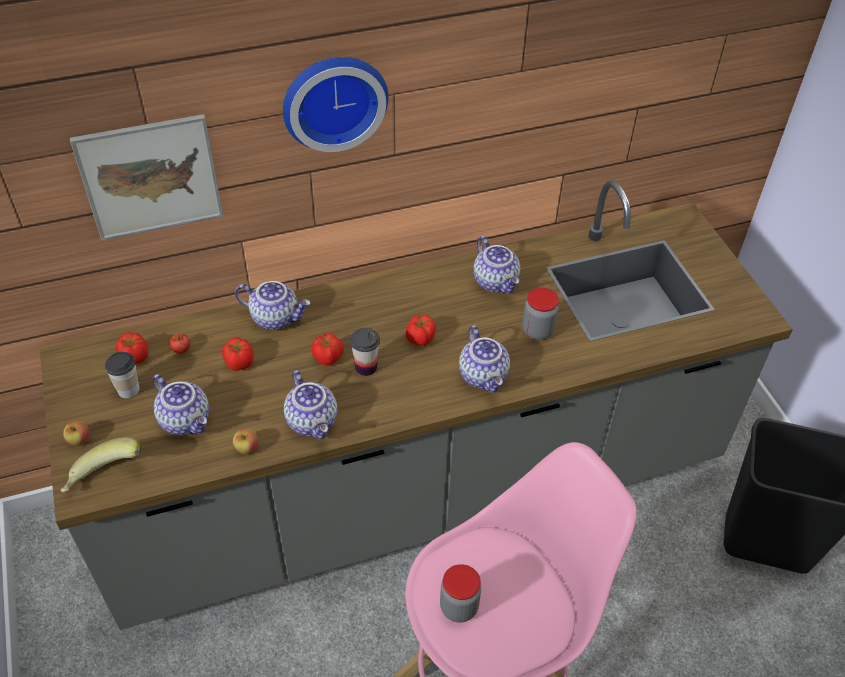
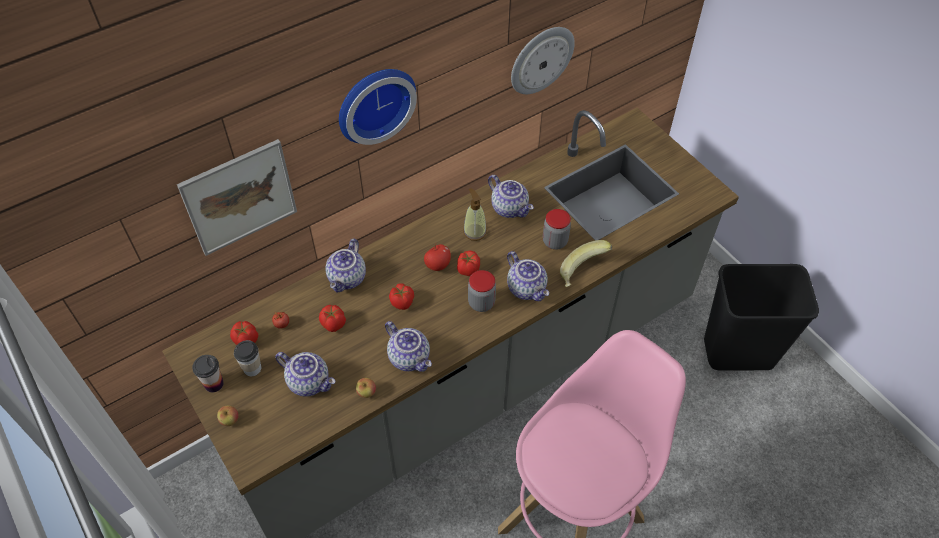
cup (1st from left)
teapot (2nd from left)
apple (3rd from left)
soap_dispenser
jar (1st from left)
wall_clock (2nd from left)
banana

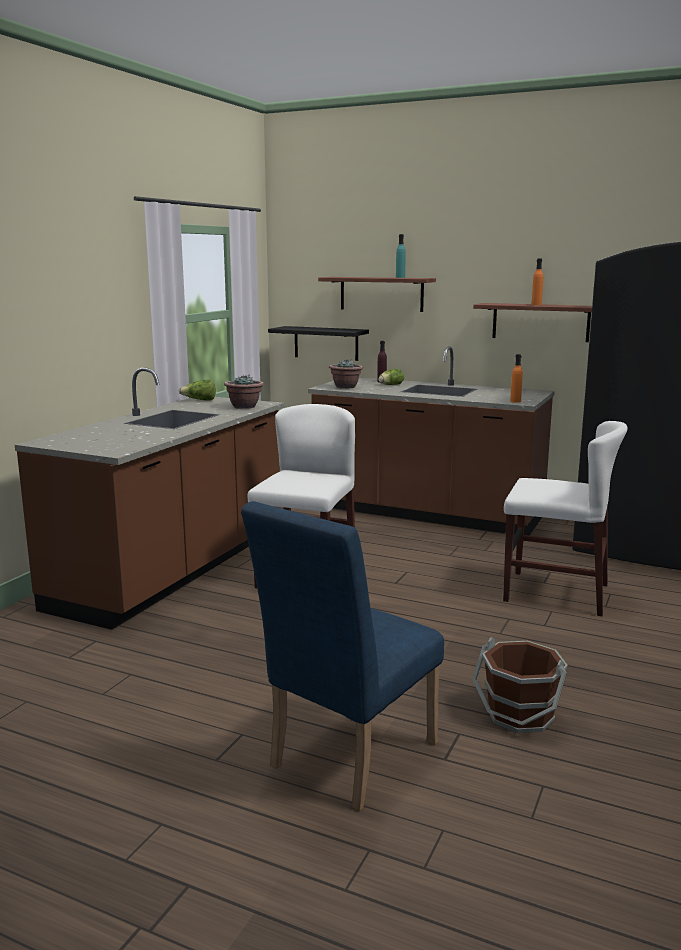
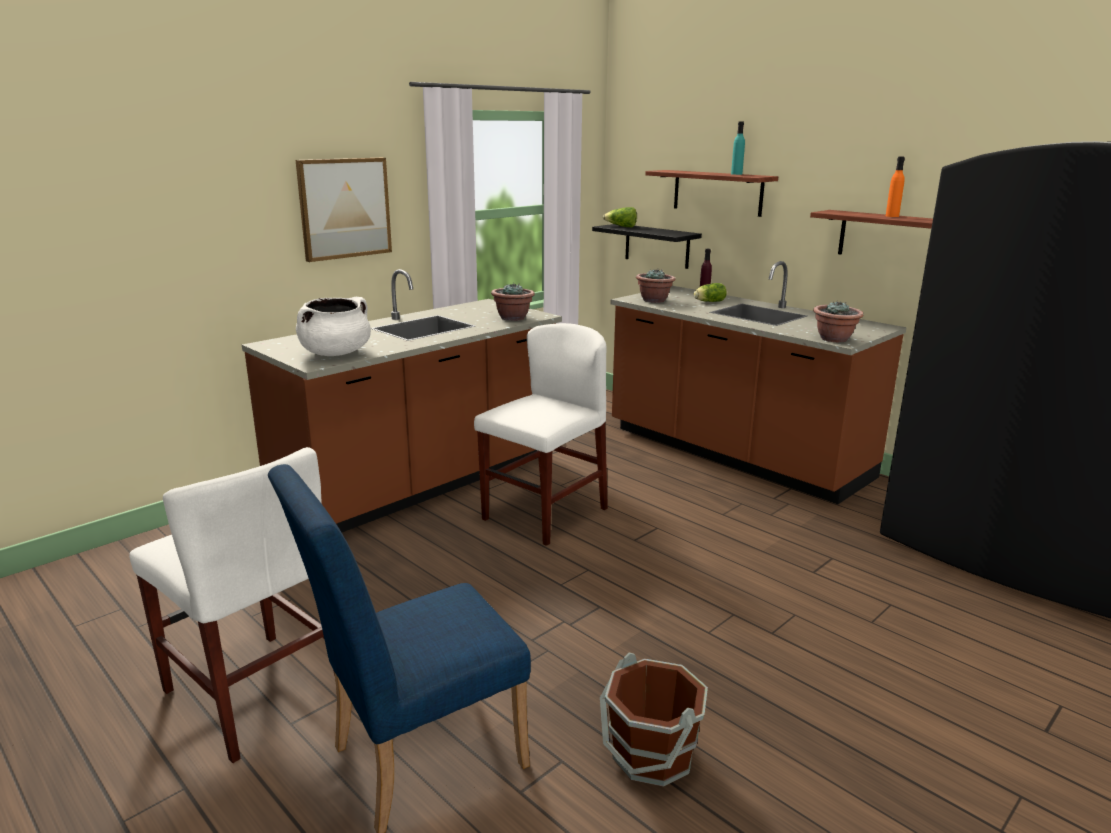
white_chair (1st from left)
picture
white_cooking_pot
lettuce (1st from left)
potted_plant (3rd from left)

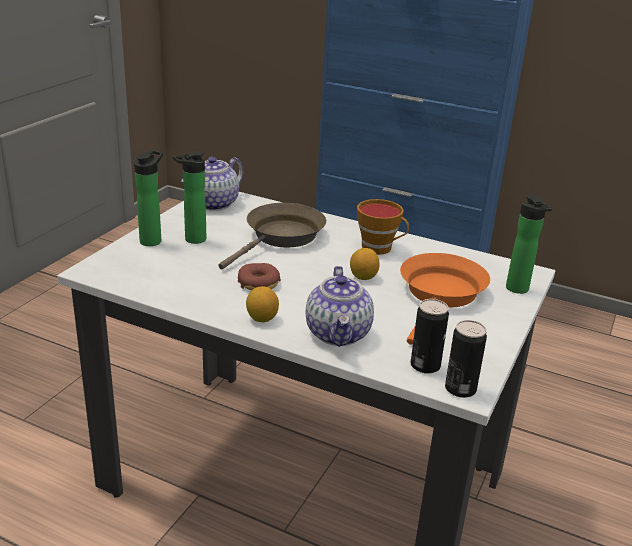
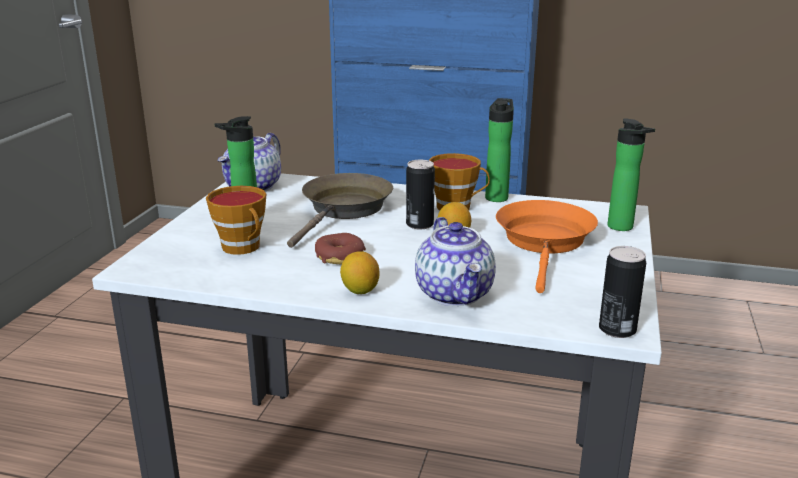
cup (1st from left)
can (1st from left)
bottle (2nd from left)

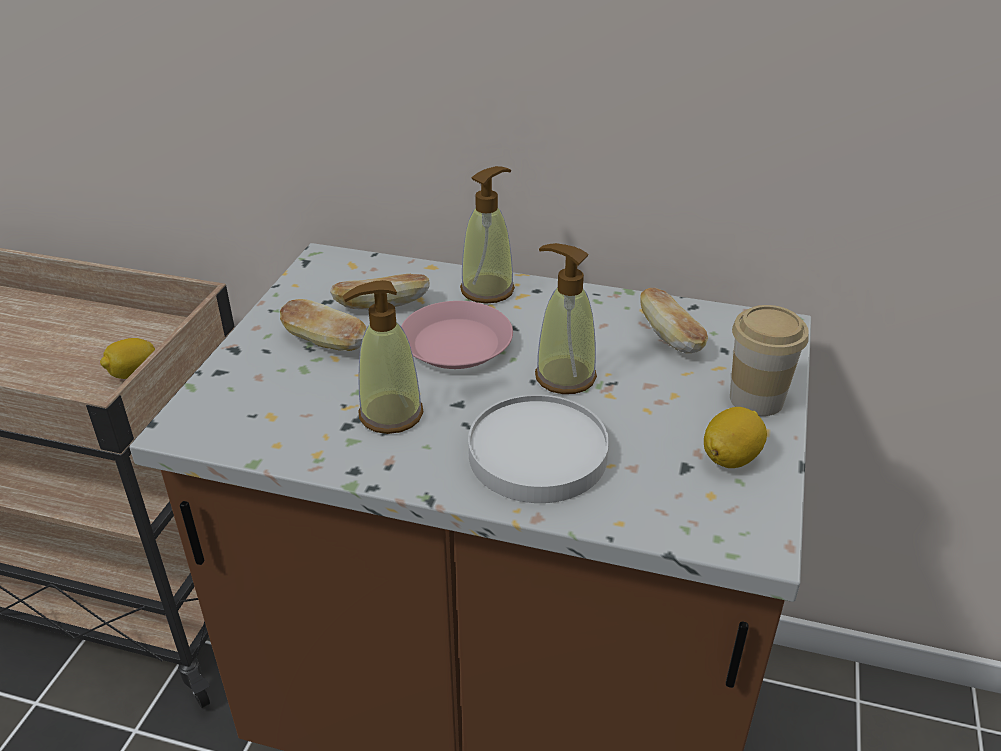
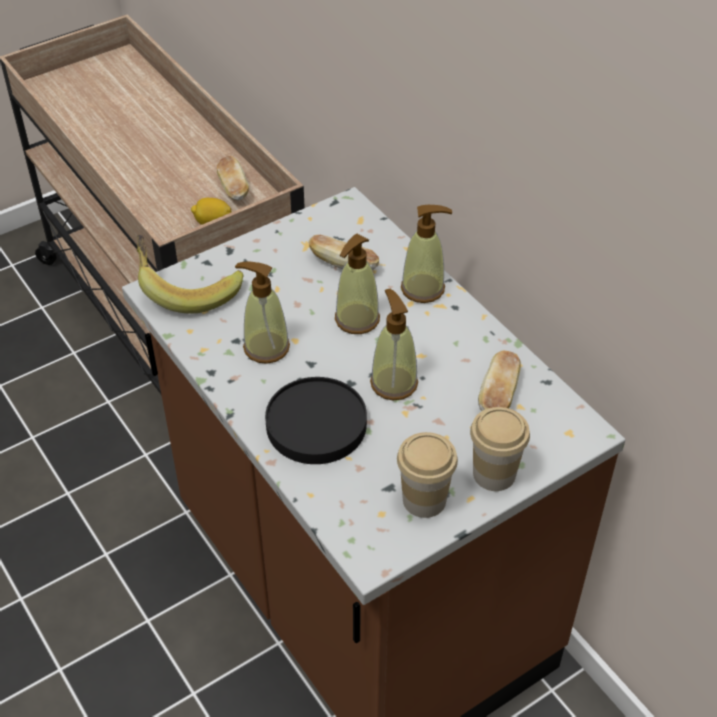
banana
bread (1st from left)
black_plate
soap_dispenser (2nd from left)
cup (1st from left)

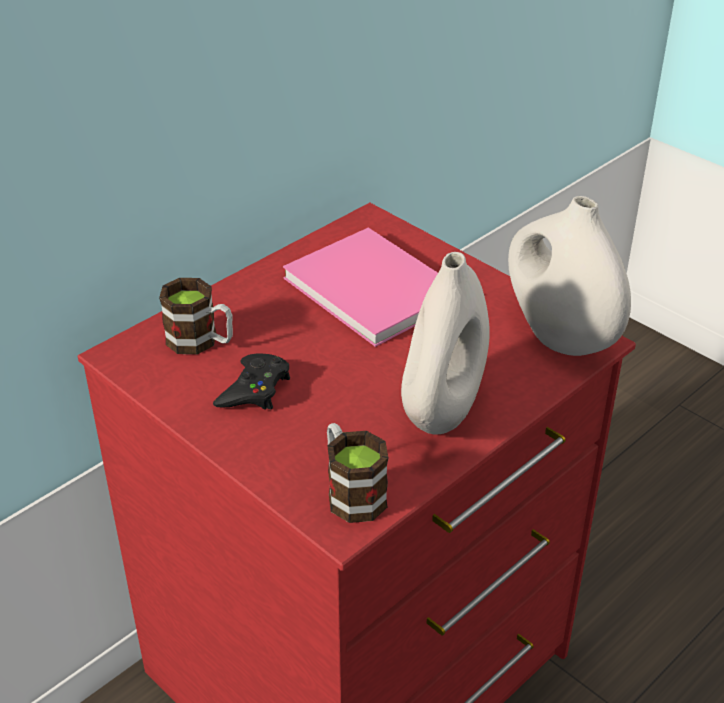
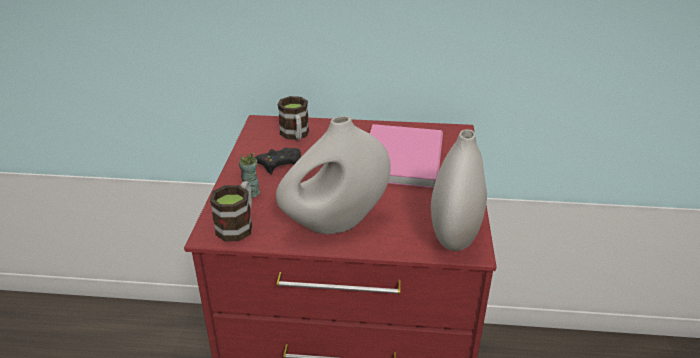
cup

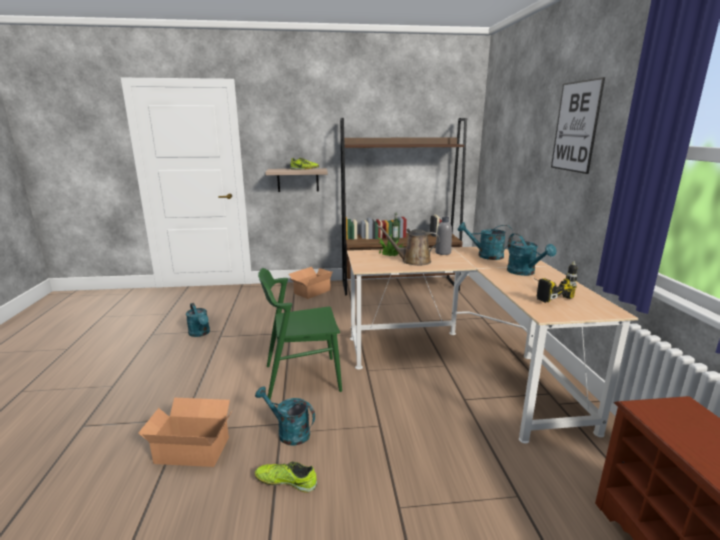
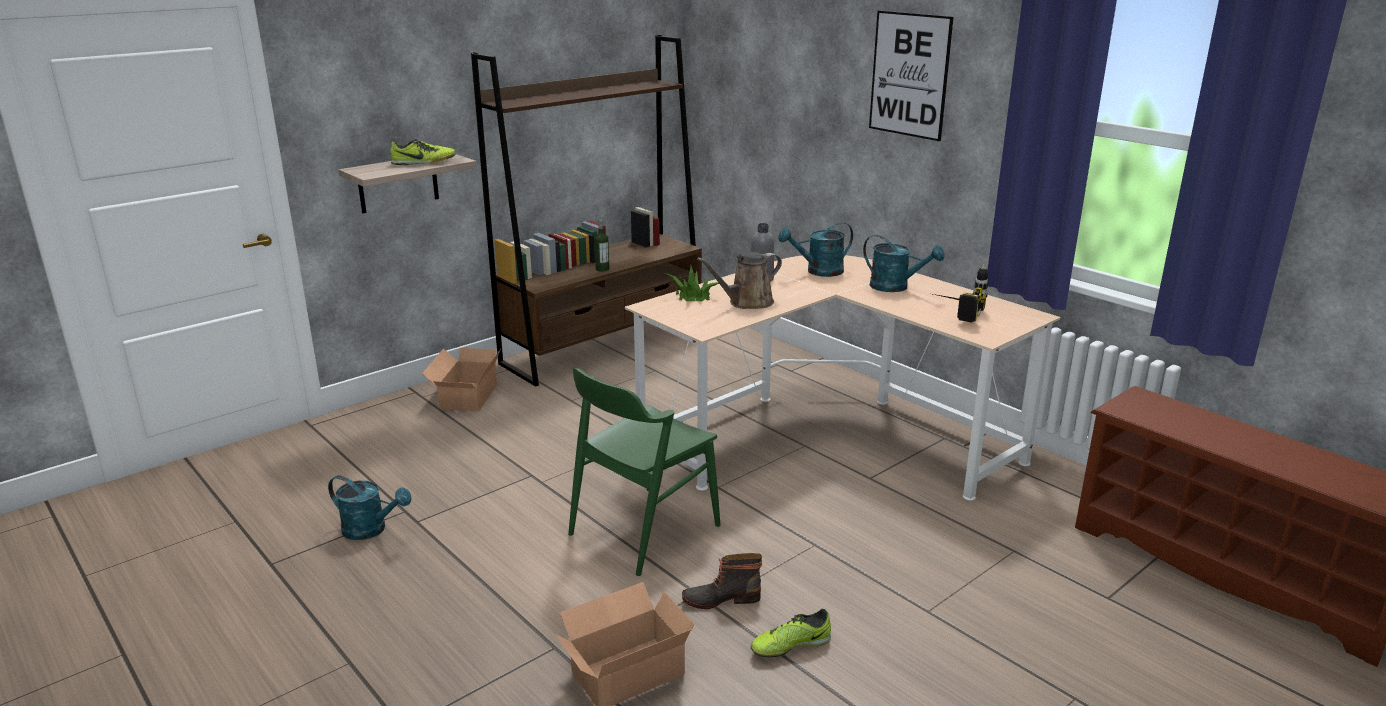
boot

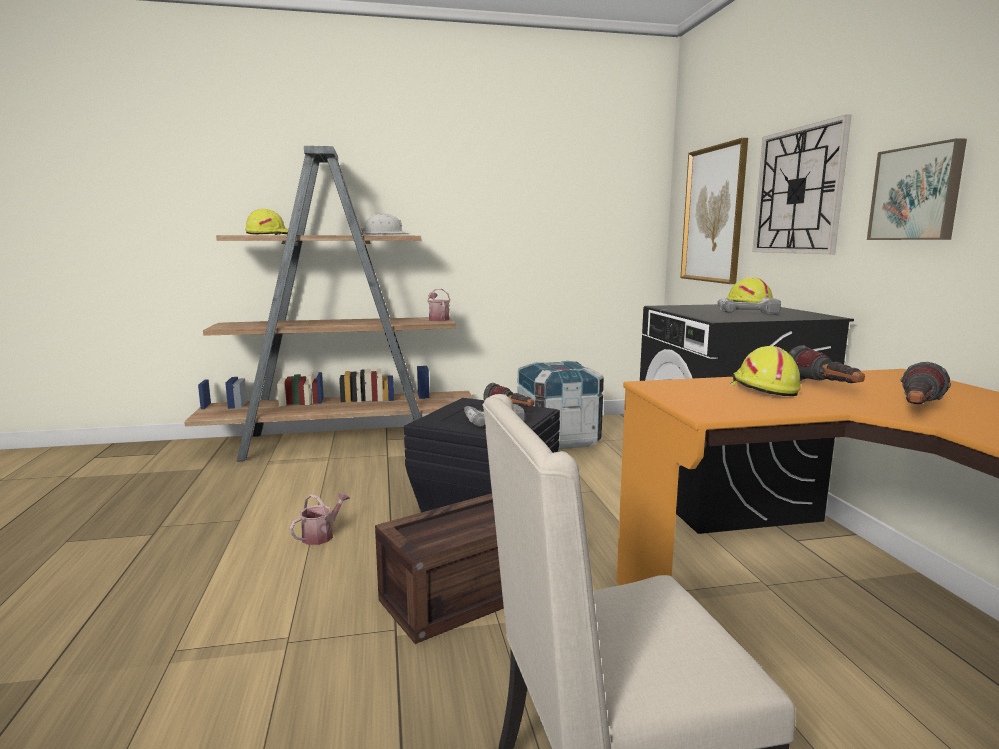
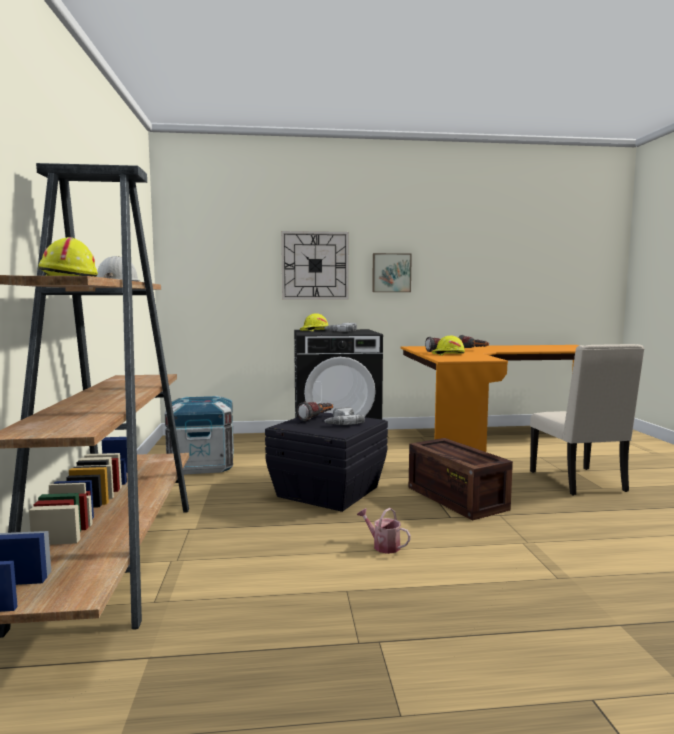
watering_can (2nd from left in the first image)
picture (1st from left in the first image)

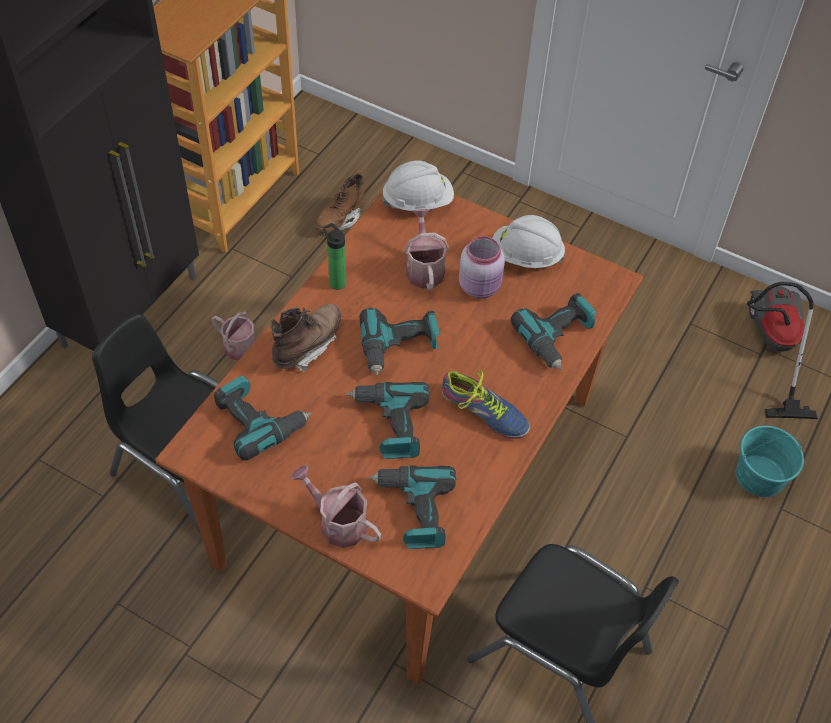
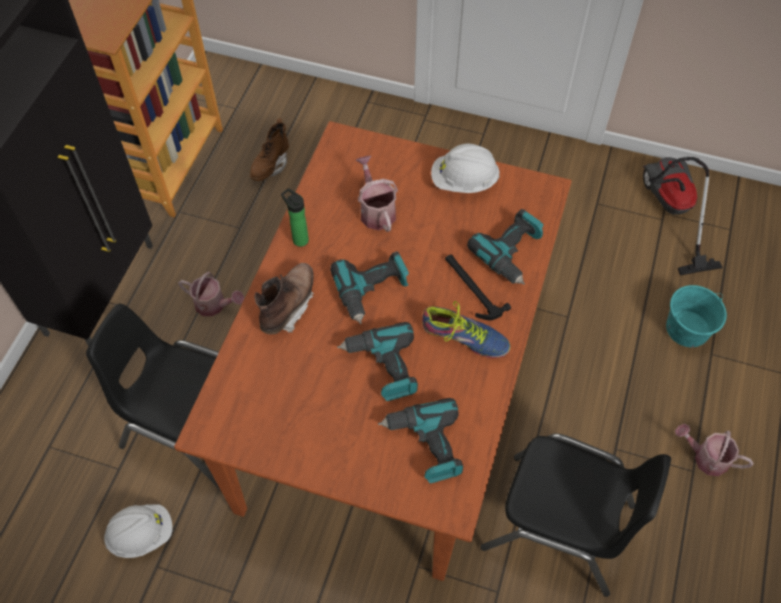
white_hard_hat (1st from left)
hammer
watering_can (3rd from left)
power_drill (1st from left in the first image)
pink_jar

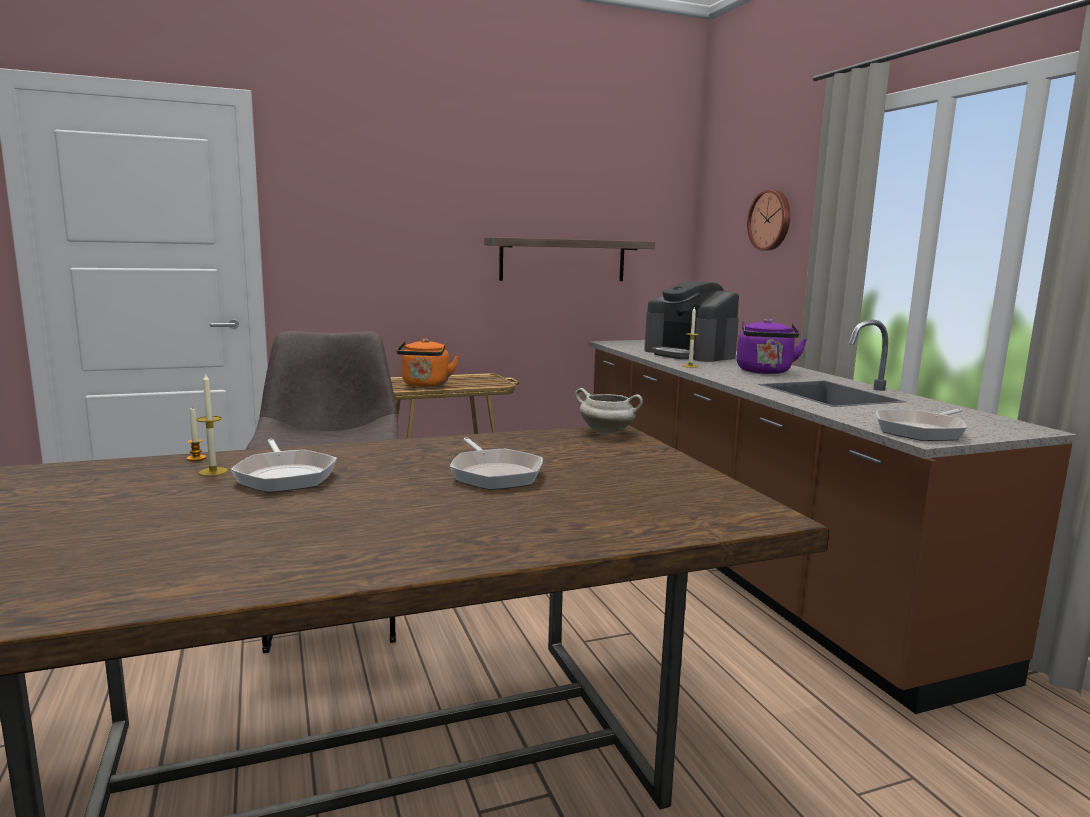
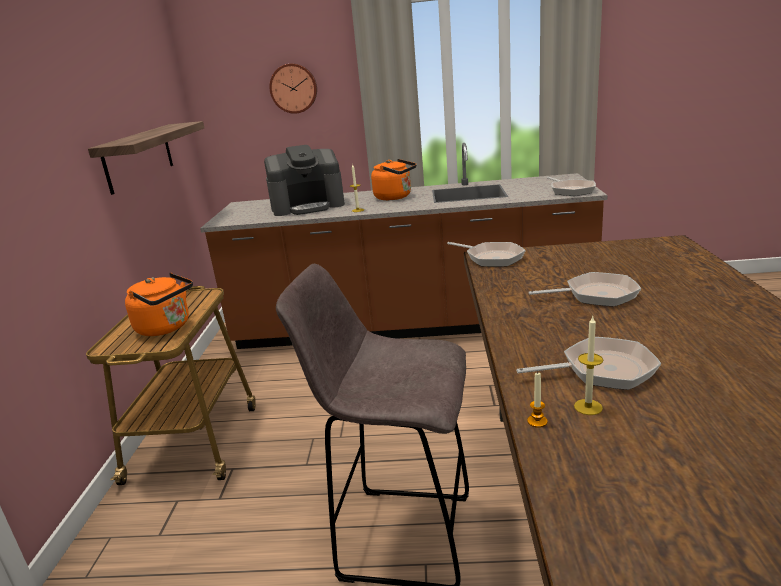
orange_kettle (2nd from left)
frying_pan (1st from left)

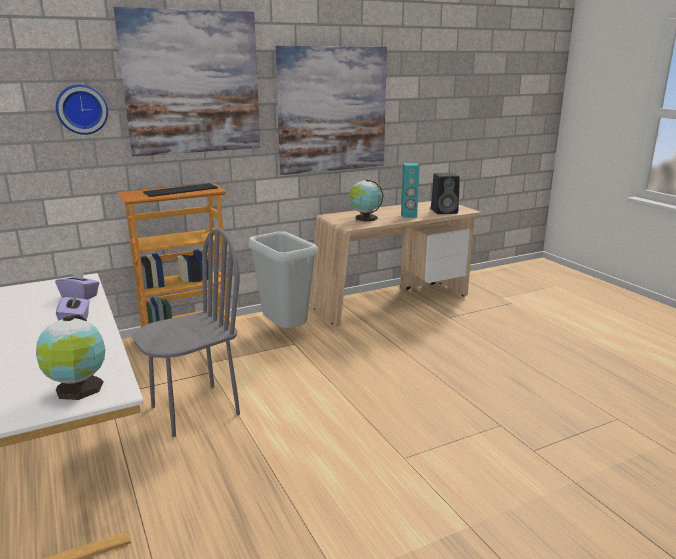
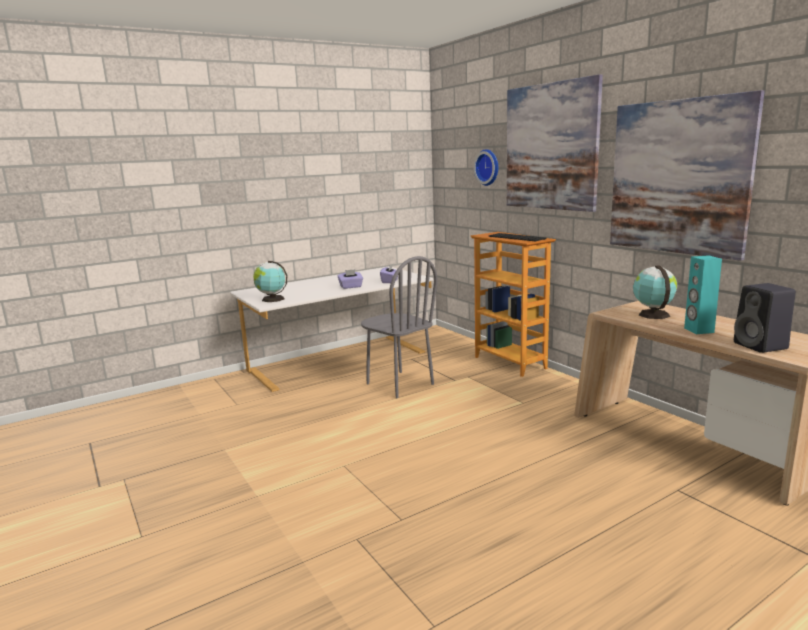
grey_trash_can

